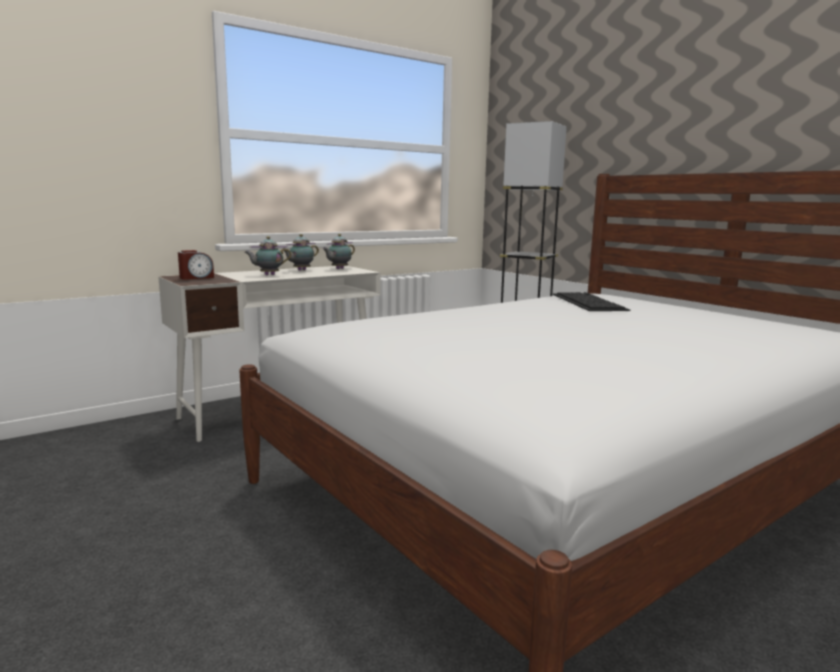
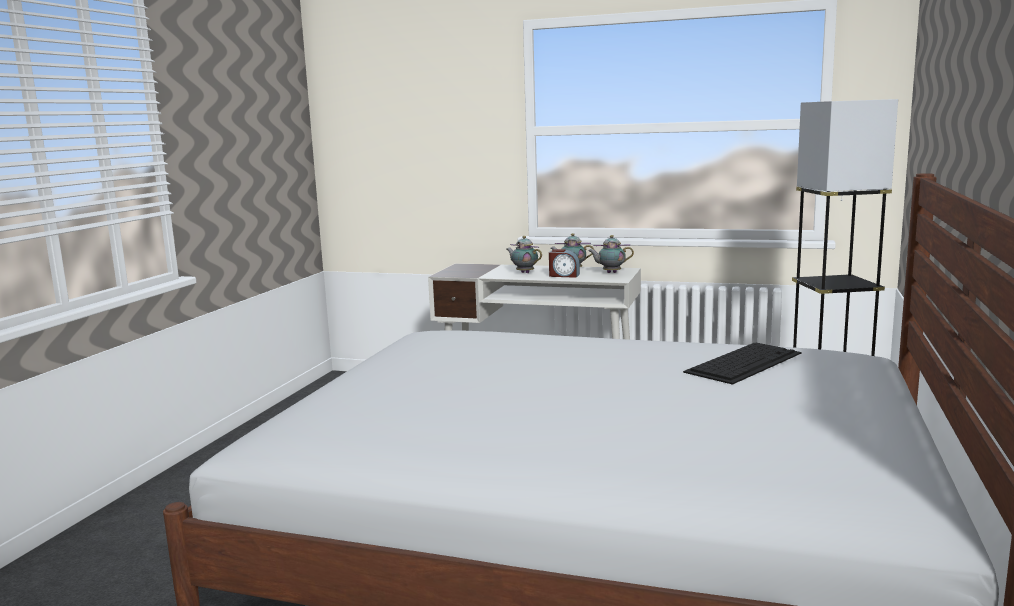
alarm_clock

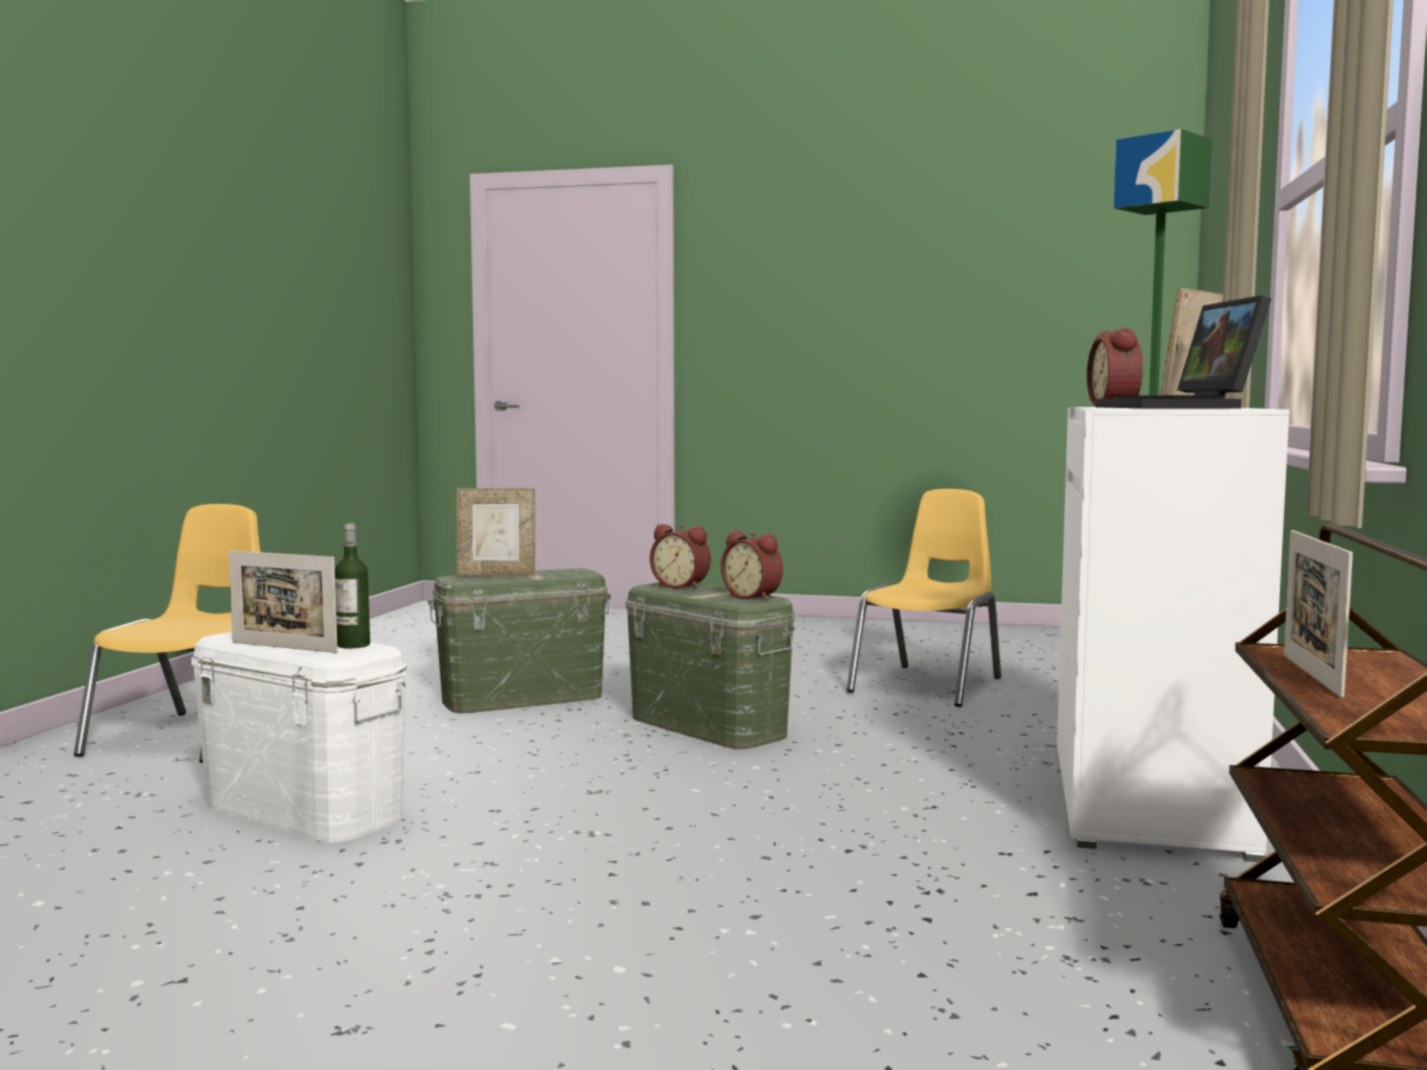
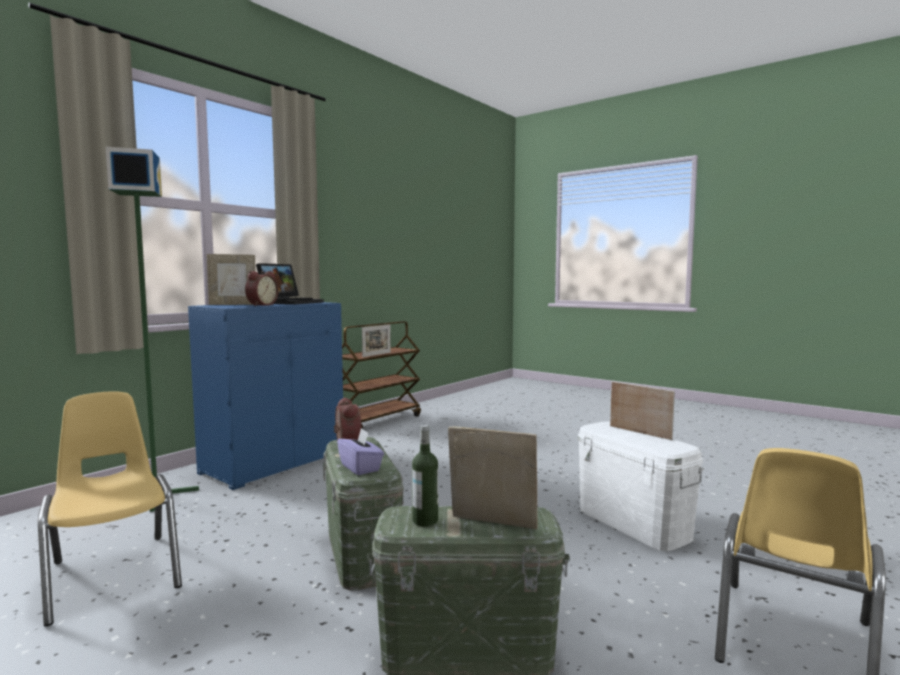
yellow_chair (1st from left)
blue_cabinet
purple_tissue_box
bottle

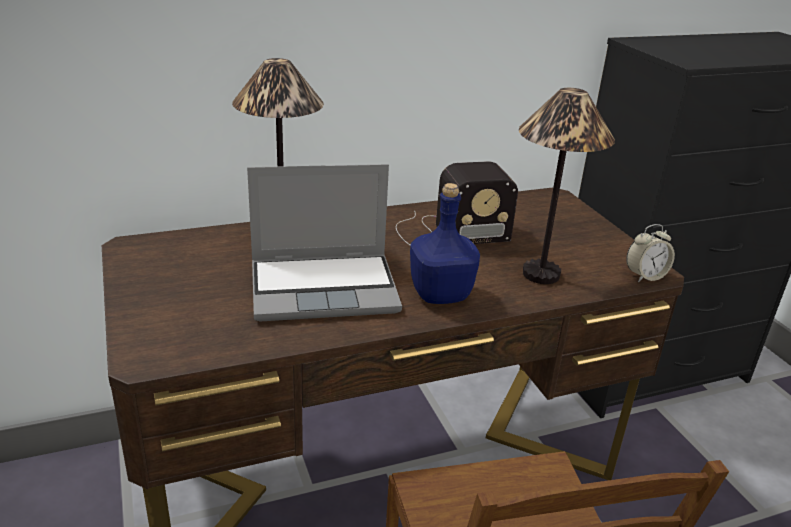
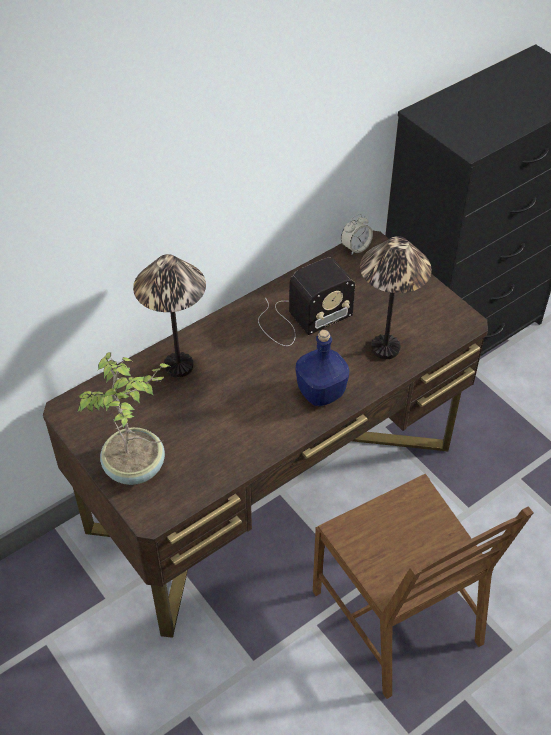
potted_plant
alarm_clock
laptop

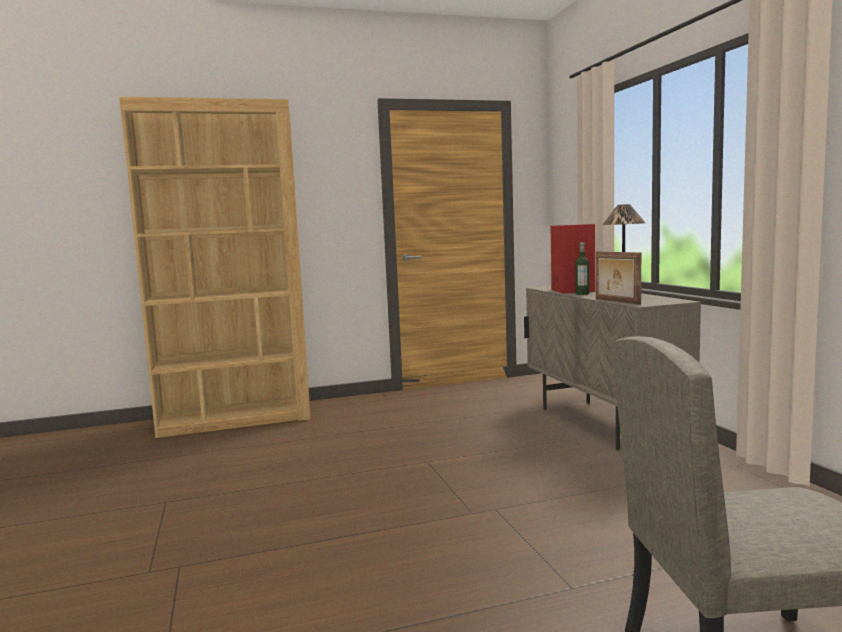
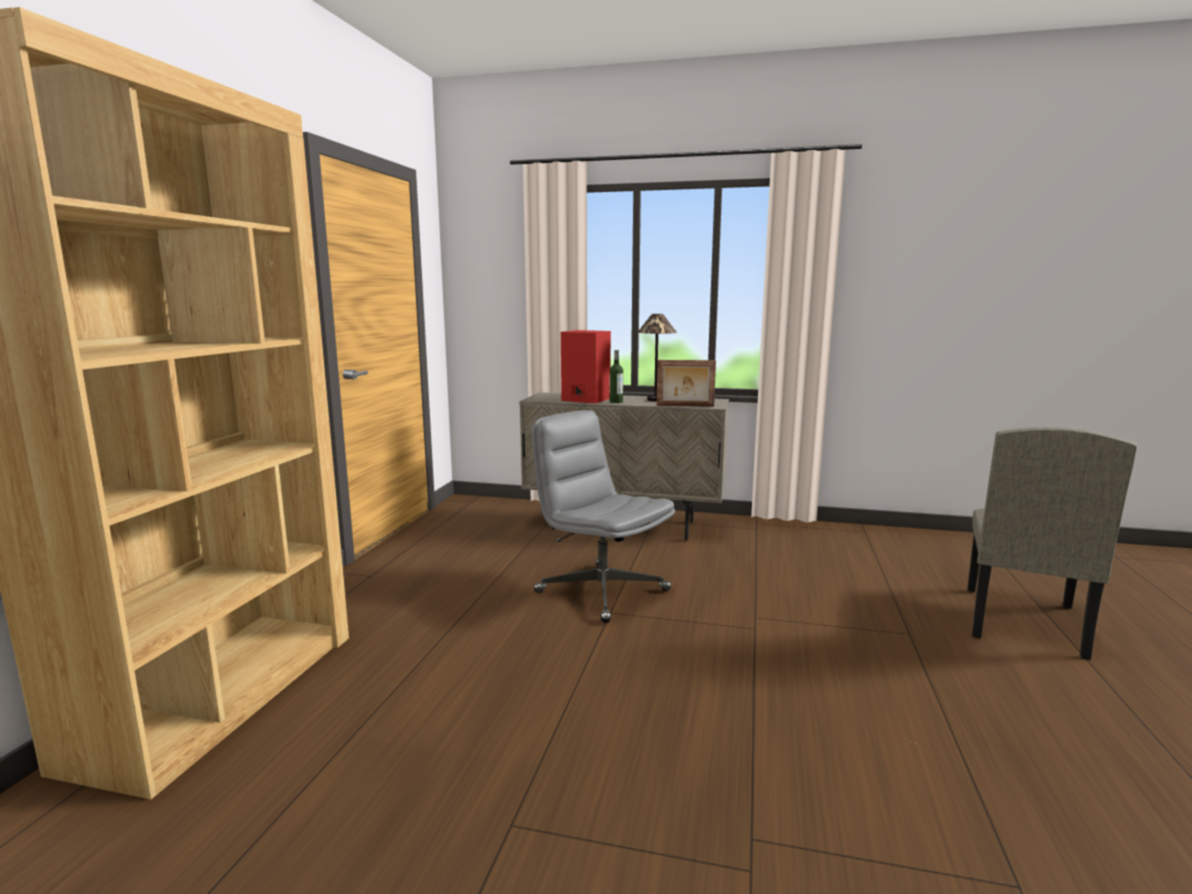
grey_office_chair

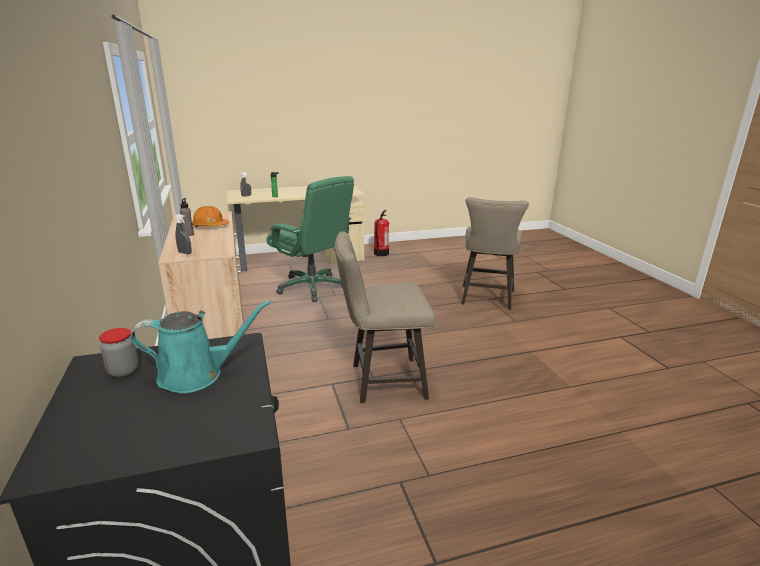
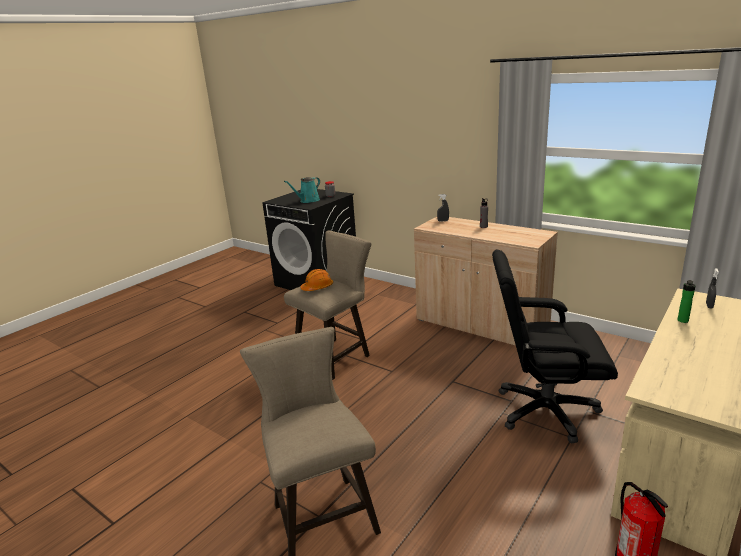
orange_hard_hat
black_office_chair

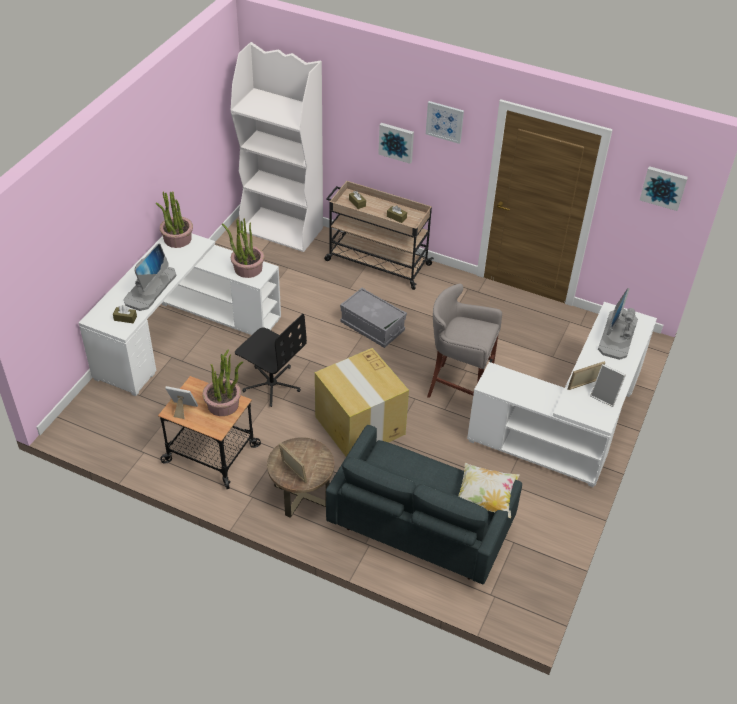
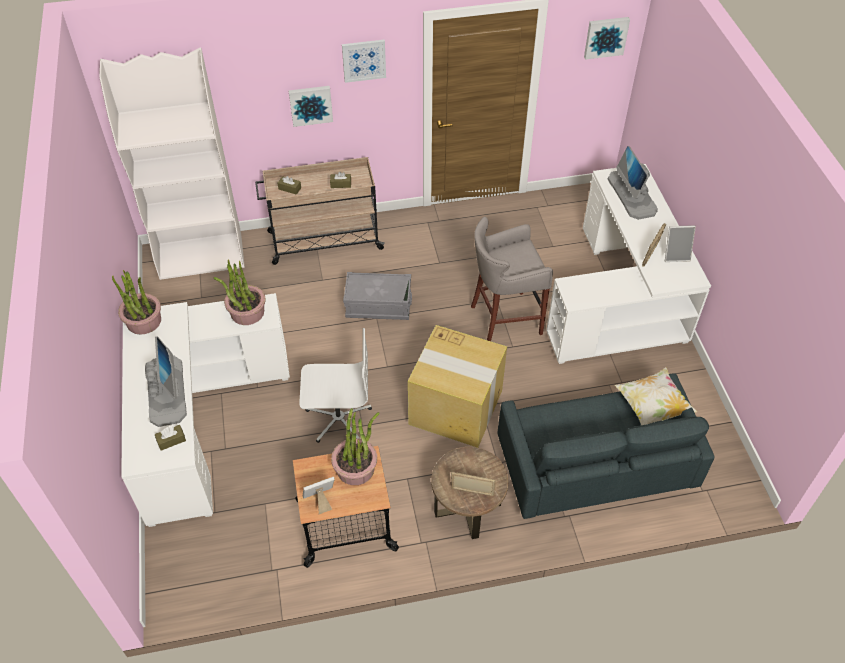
white_office_chair

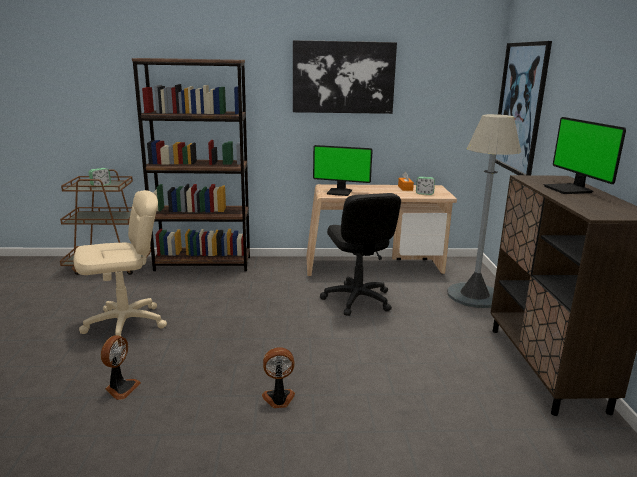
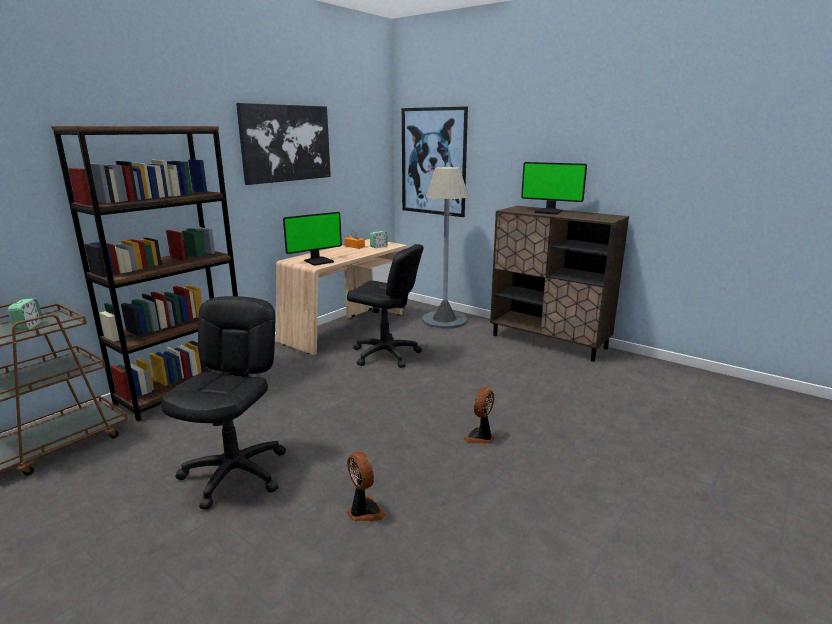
black_office_chair (1st from left)

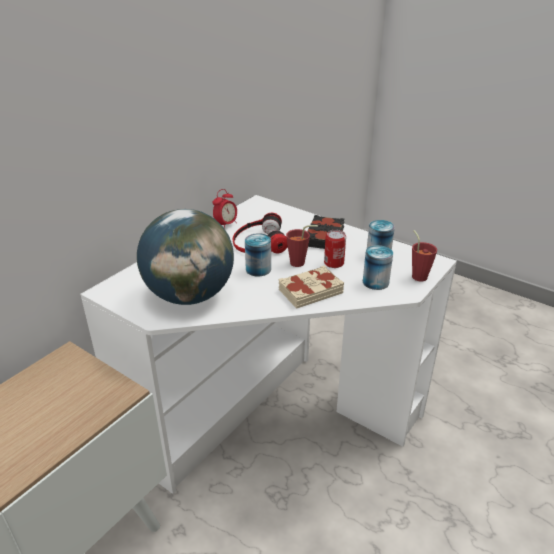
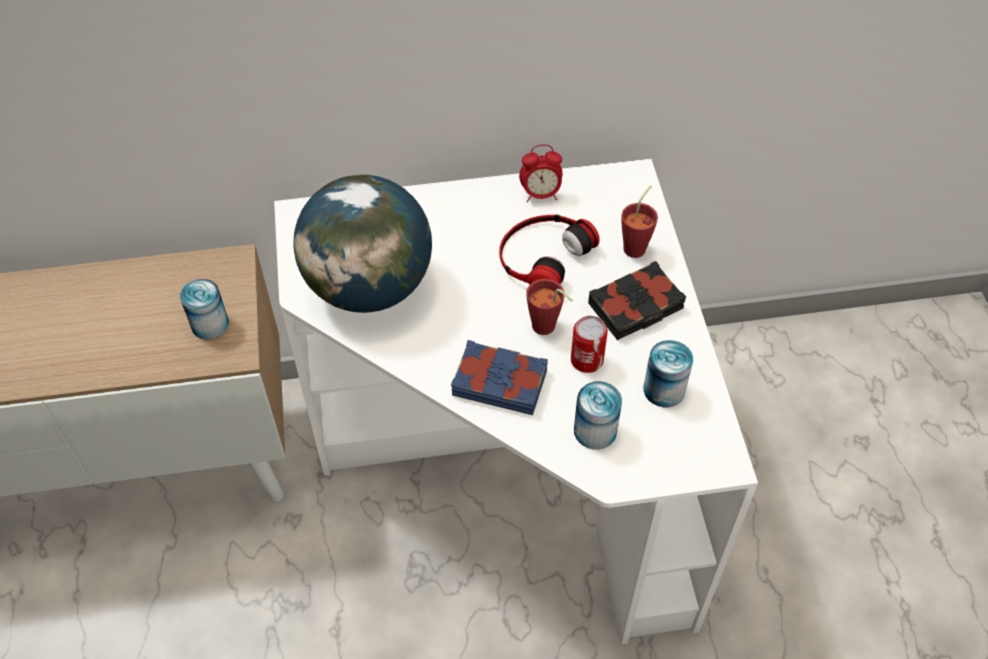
can (1st from left)
blue_book
red_cup (2nd from left)

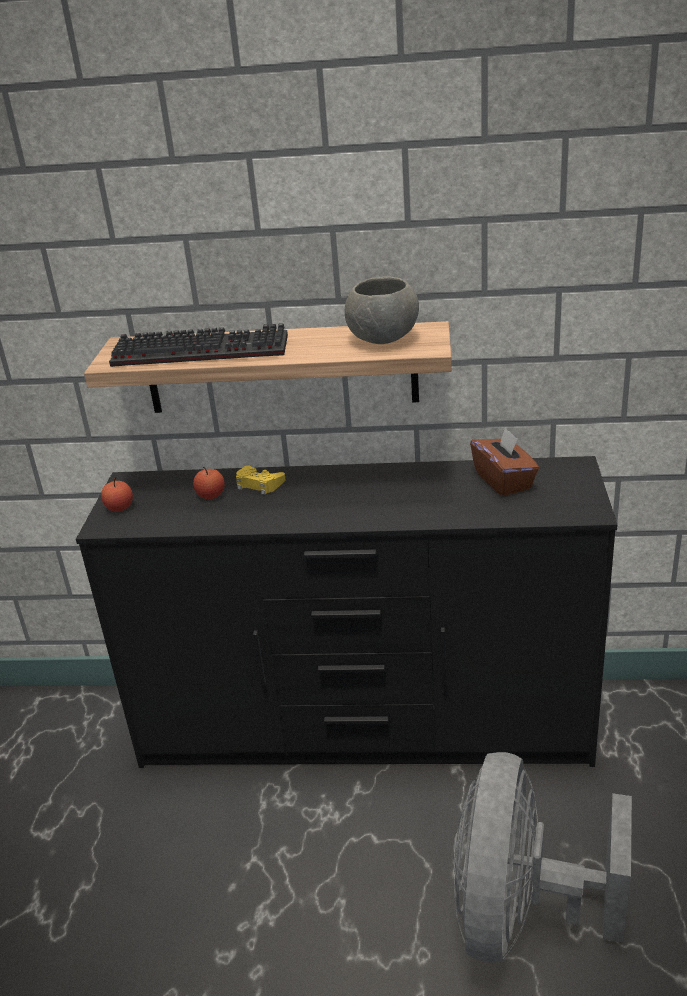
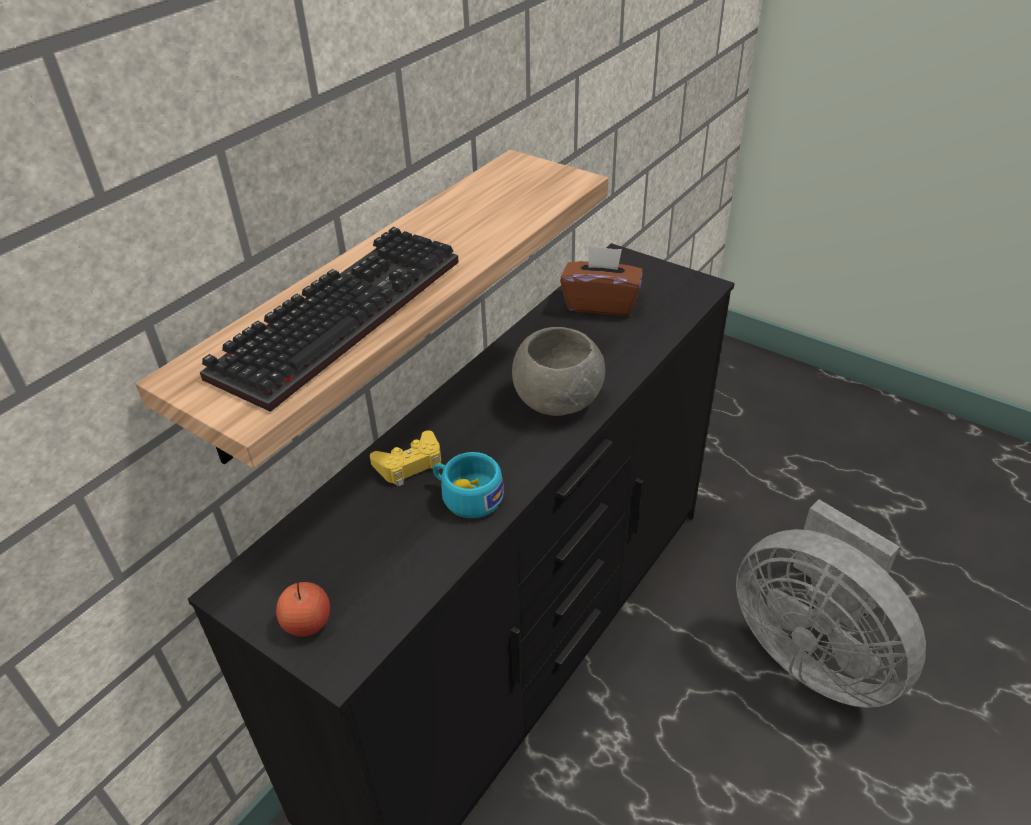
turquoise_cup
grey_bowl
apple (2nd from left in the first image)

